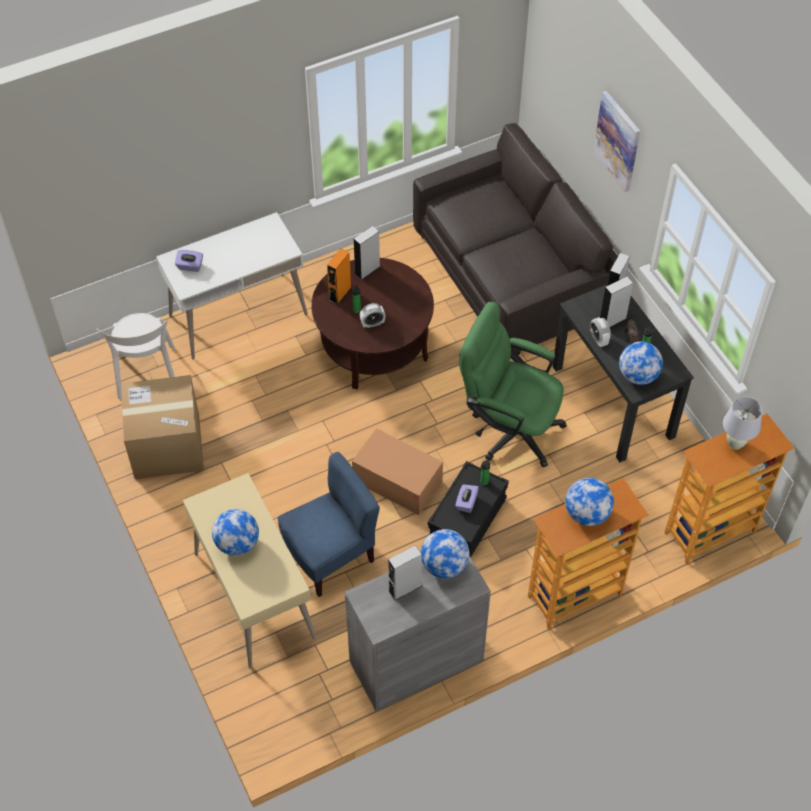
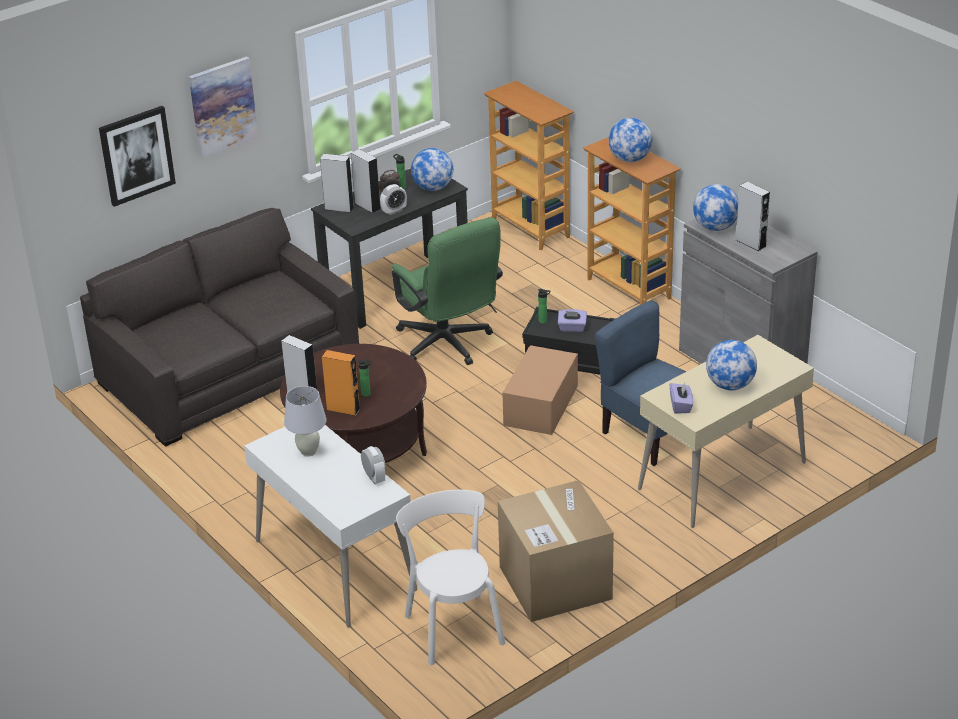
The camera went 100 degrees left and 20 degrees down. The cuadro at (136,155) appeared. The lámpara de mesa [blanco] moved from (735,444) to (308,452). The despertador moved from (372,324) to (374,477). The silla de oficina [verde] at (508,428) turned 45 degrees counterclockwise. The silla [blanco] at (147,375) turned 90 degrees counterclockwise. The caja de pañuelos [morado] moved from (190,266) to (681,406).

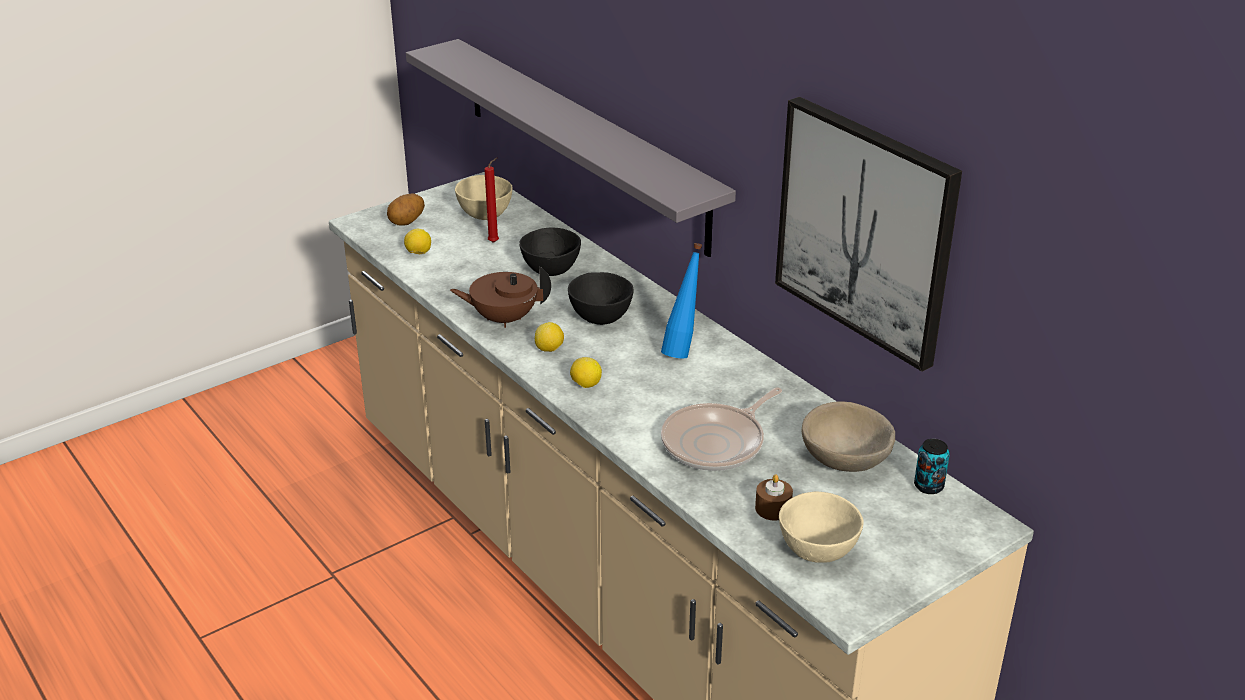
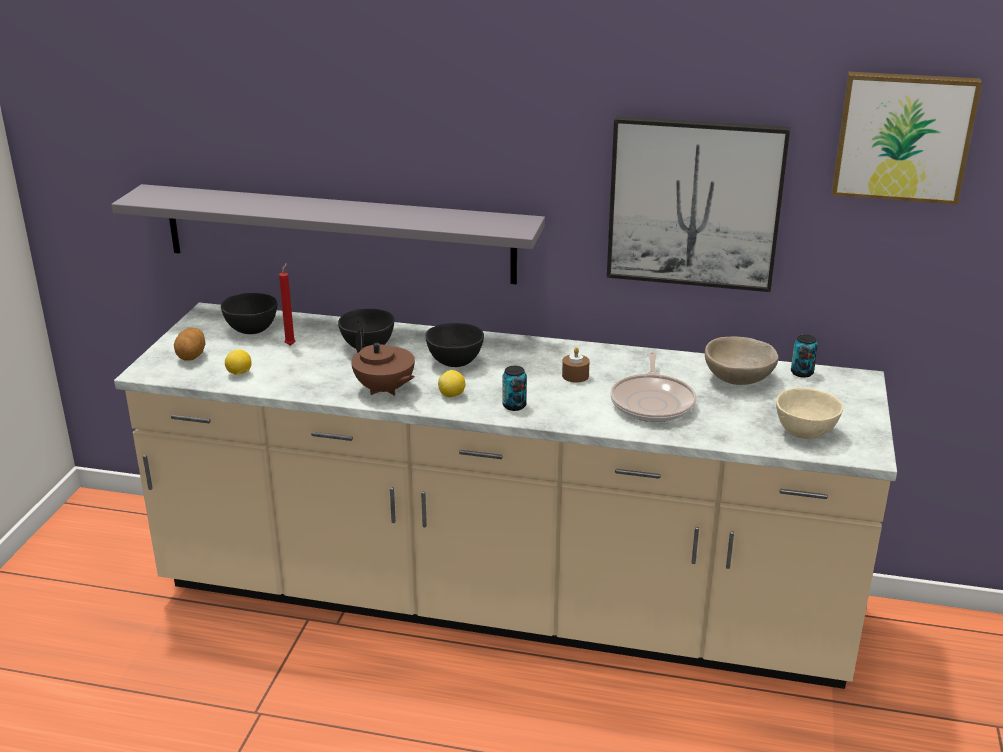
The camera went 40 degrees left and 5 degrees down. The cuenco [beis] at (484,215) became the cuenco [negro] at (251,330). The tetera [marrón] at (503,319) turned 90 degrees counterclockwise. The limón at (585,385) was replaced by the lata at (514,406). The vela [marrón] moved from (773,508) to (575,376). The cuadro at (903,136) appeared. The botella [azul] at (682,350) disappeared.

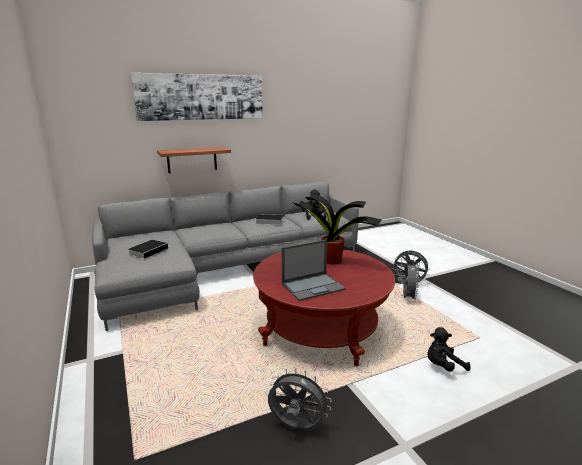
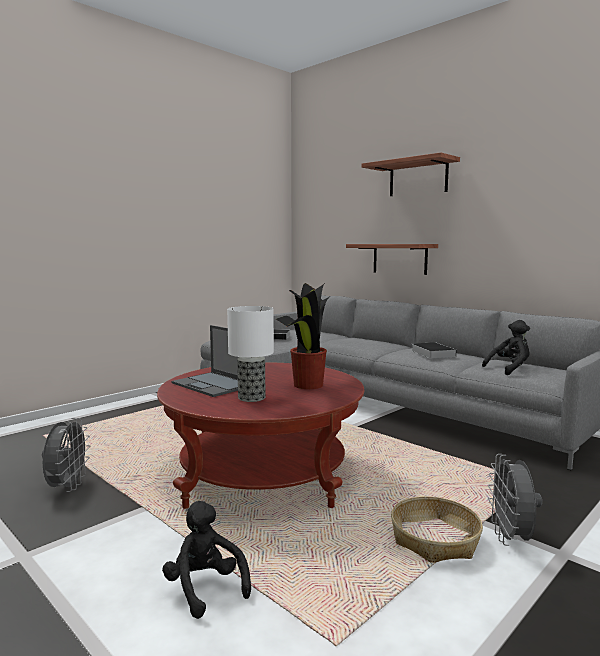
The camera went 70 degrees right and 10 degrees down. The lámpara de mesa at (251,397) appeared. The cuadro at (201,97) was replaced by the estante at (418,178). The ventilador [gris] at (407,298) was replaced by the cesta at (434,540).

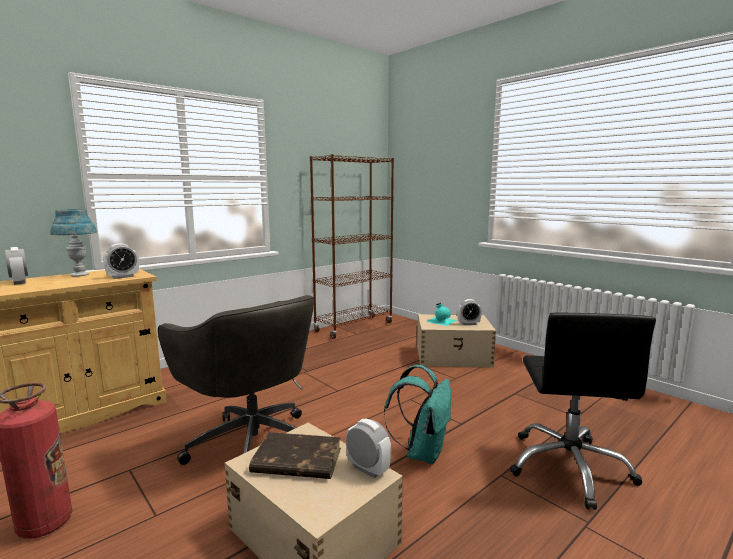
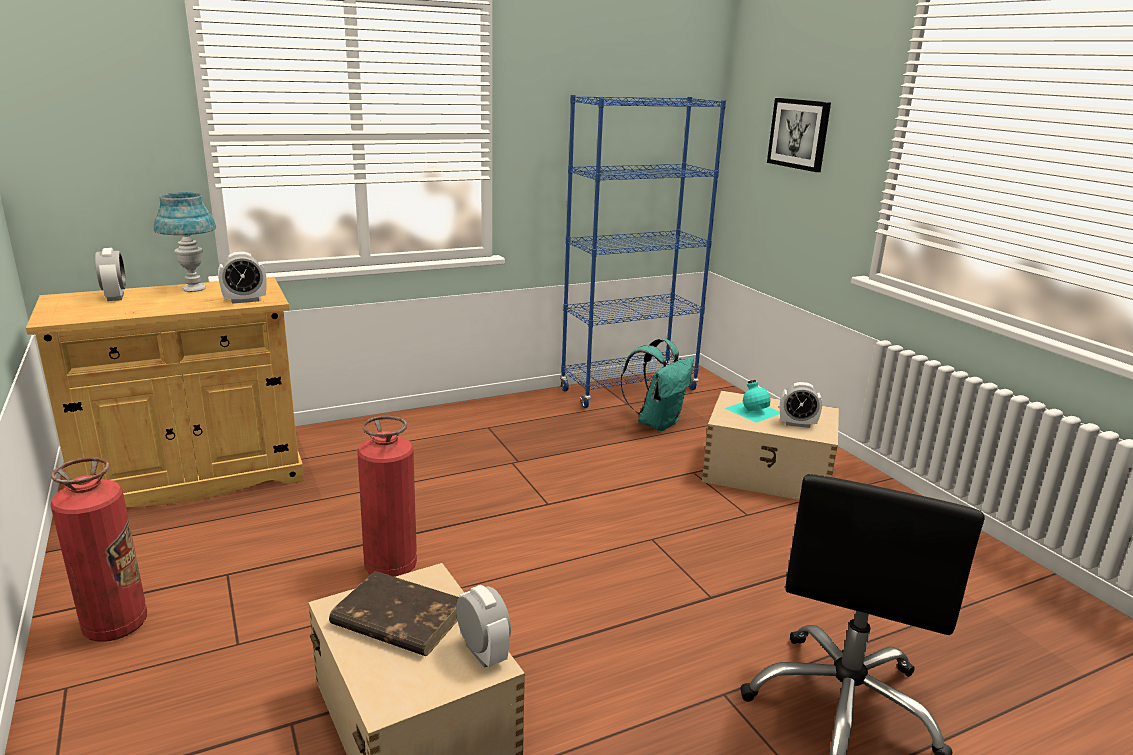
The camera went 15 degrees right and 10 degrees up. The silla de oficina [gris] at (252,443) was replaced by the extintor at (391,567). The estantería [marrón] at (354,327) became the estantería [azul] at (628,390). The mochila [turquesa] moved from (422,452) to (657,422). The cuadro at (799,134) appeared.

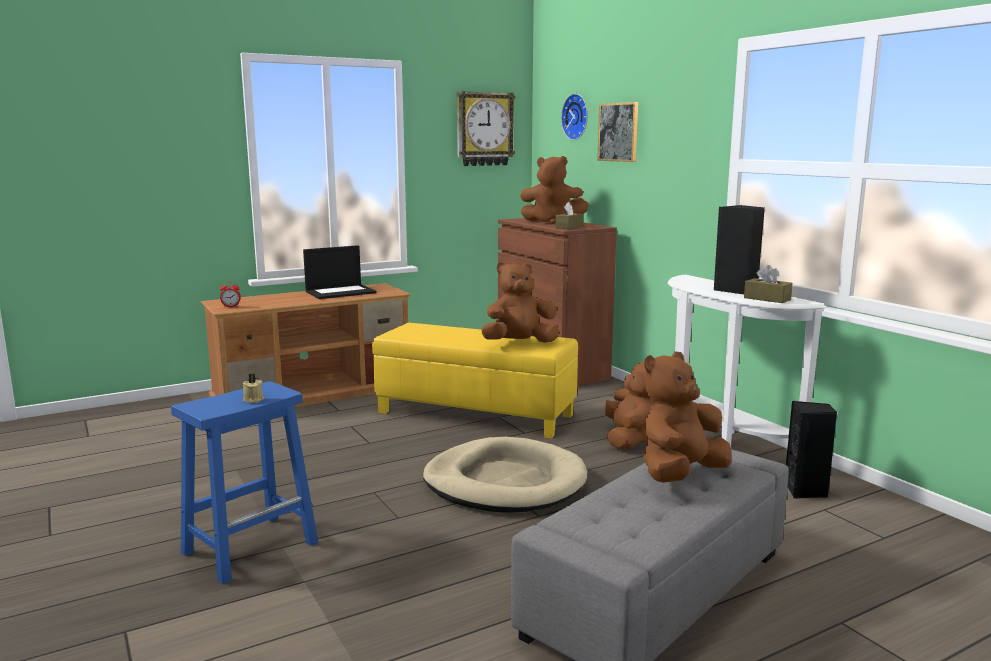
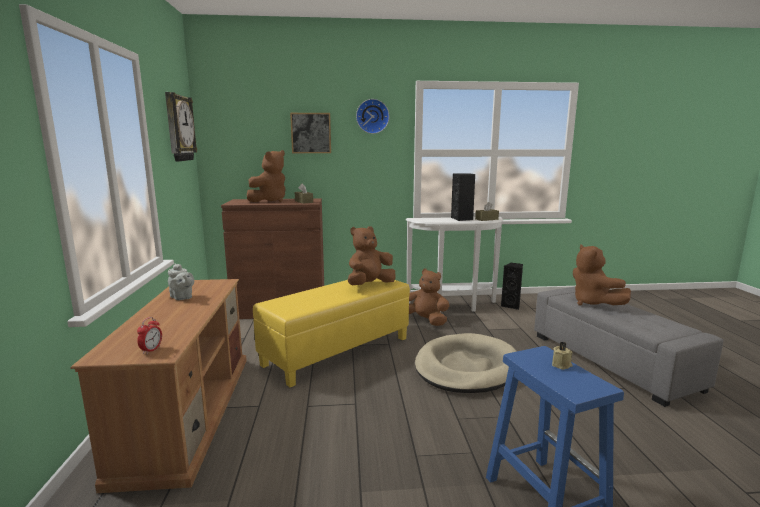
The camera went 65 degrees left and 0 degrees up. The portátil at (341,292) was replaced by the tetera [gris] at (182,297). The peluche [marrón] at (519,343) turned 45 degrees clockwise. The reloj de pared moved from (577,117) to (372,116).

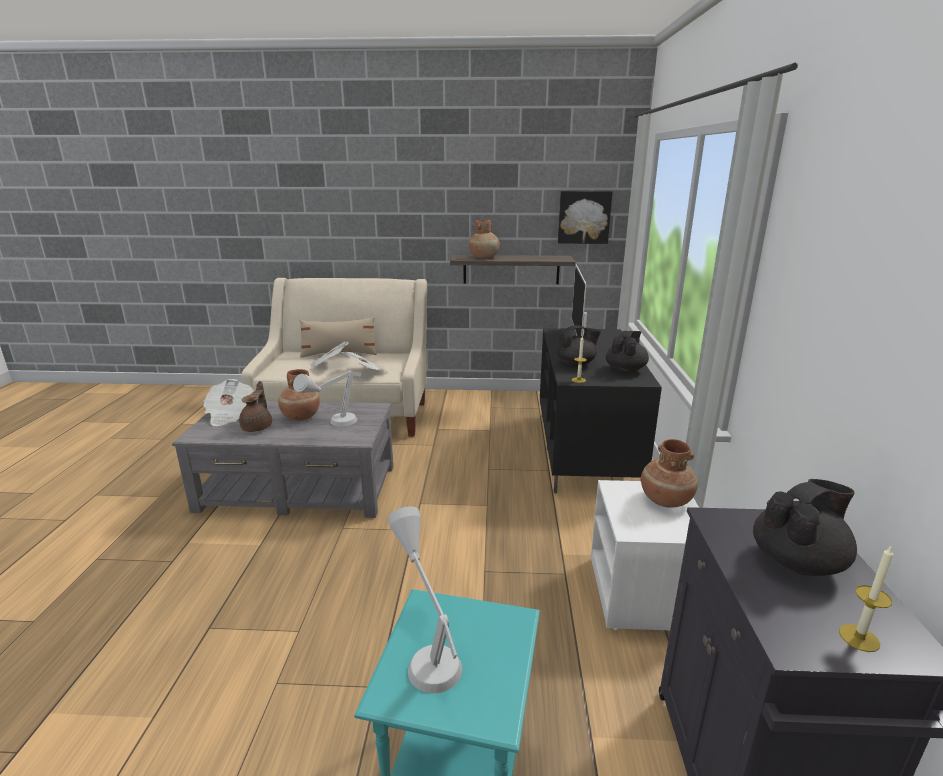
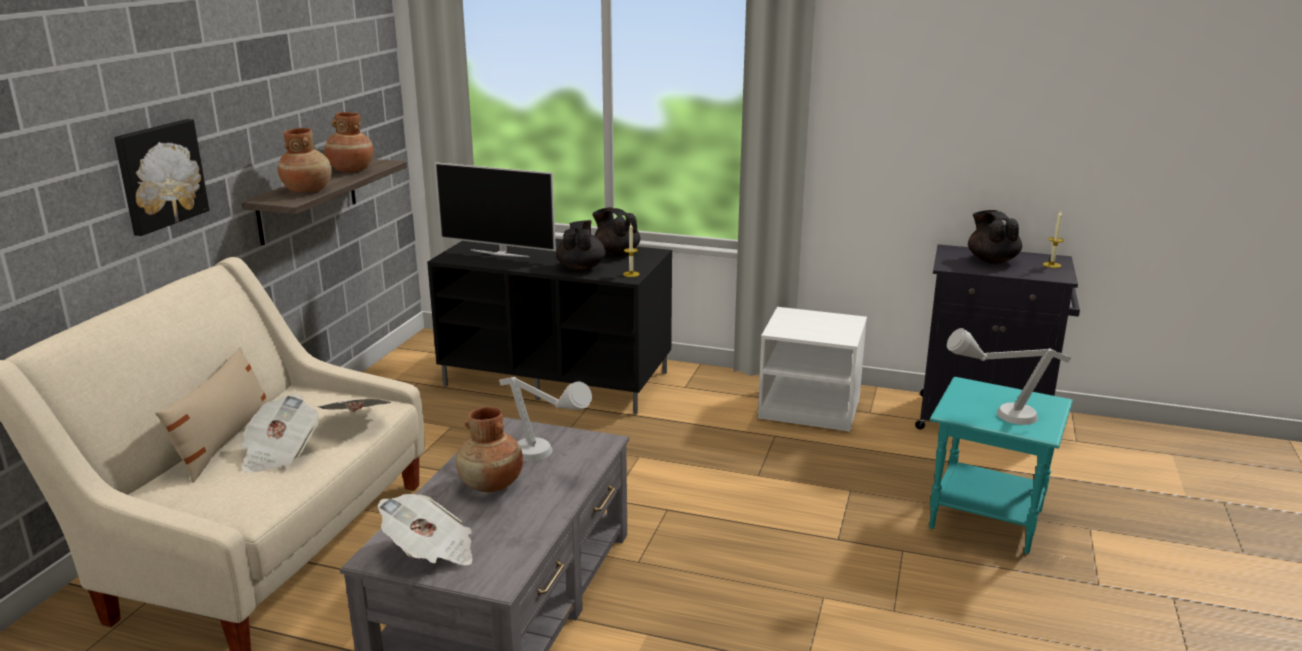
The camera went 75 degrees left and 0 degrees up. The cuadro moved from (584,217) to (160,175). The florero [marrón] moved from (665,500) to (350,170). The tetera [marrón] at (258,427) disappeared.

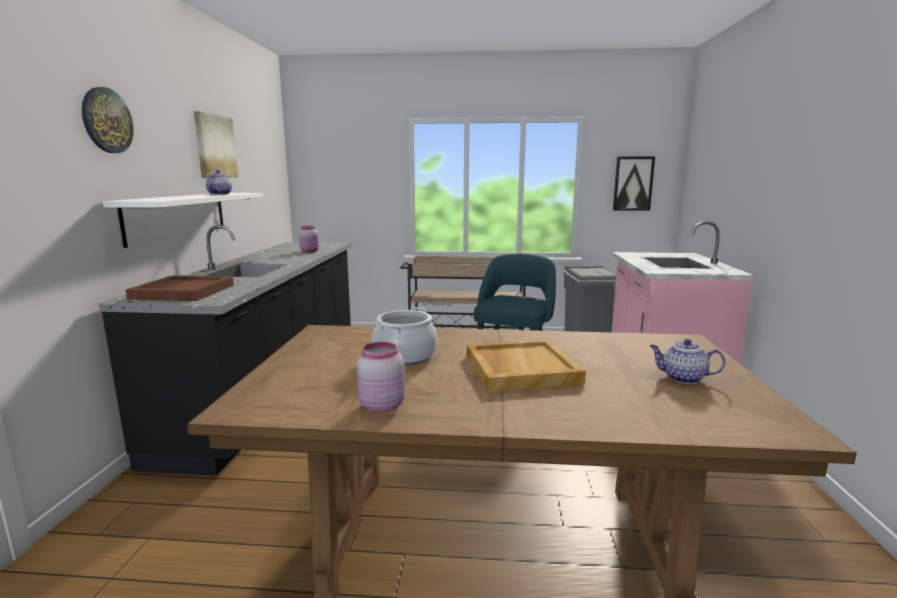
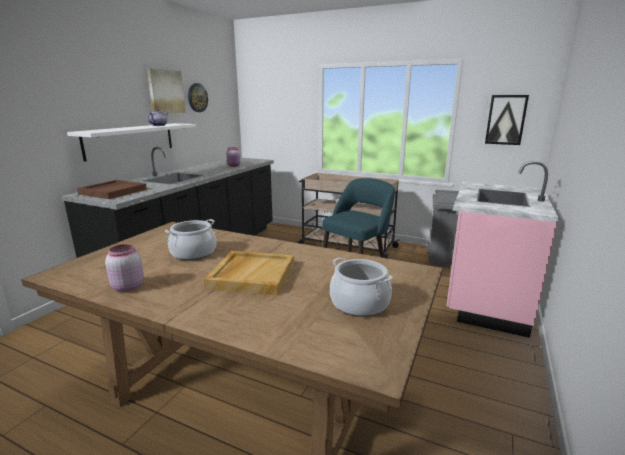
The camera went 20 degrees right and 5 degrees up. The reloj de pared moved from (106,120) to (197,97). The tetera at (682,378) was replaced by the olla at (359,304).

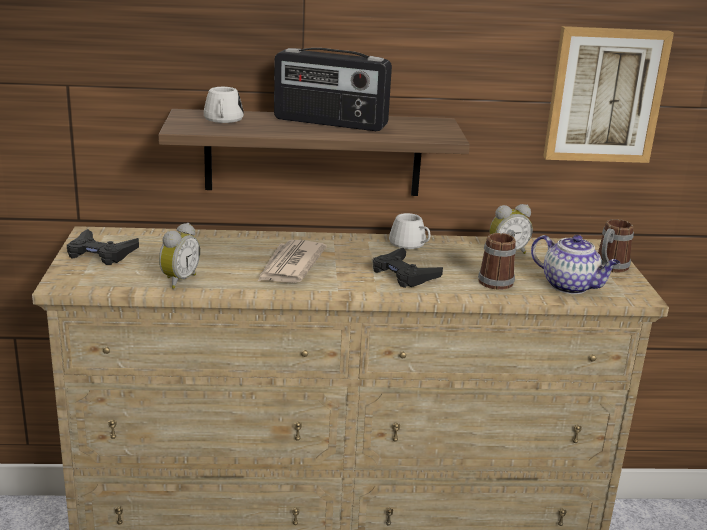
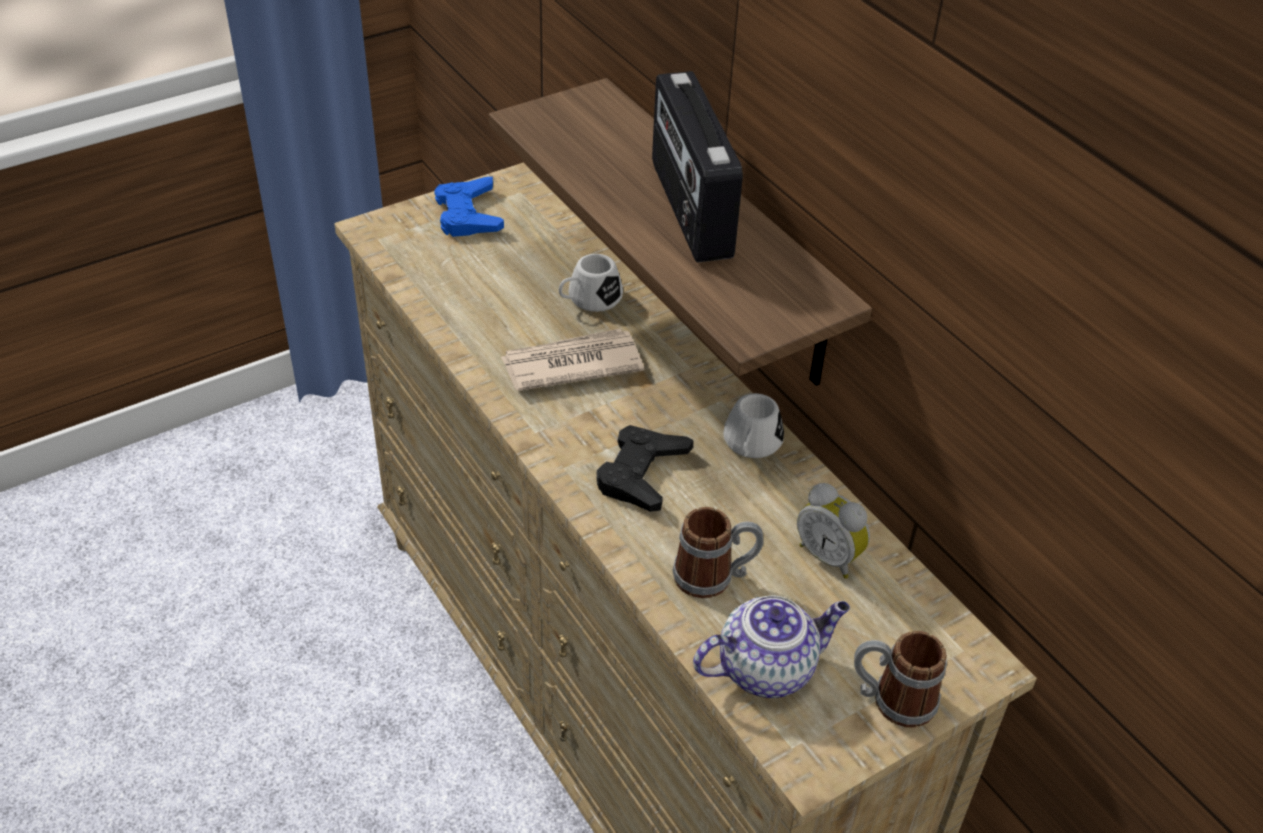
The camera went 60 degrees right and 20 degrees up. The mando de consola [negro] at (101,253) became the mando de consola [azul] at (468,214). The taza grande [blanco] moved from (223,120) to (589,299). The tetera at (571,286) turned 120 degrees counterclockwise. The despertador at (178,280) disappeared. The cuadro at (605,95) disappeared.

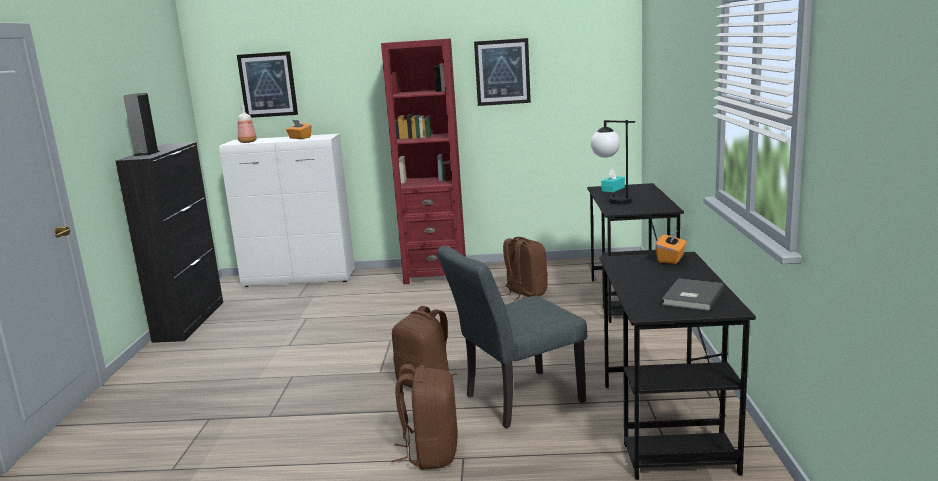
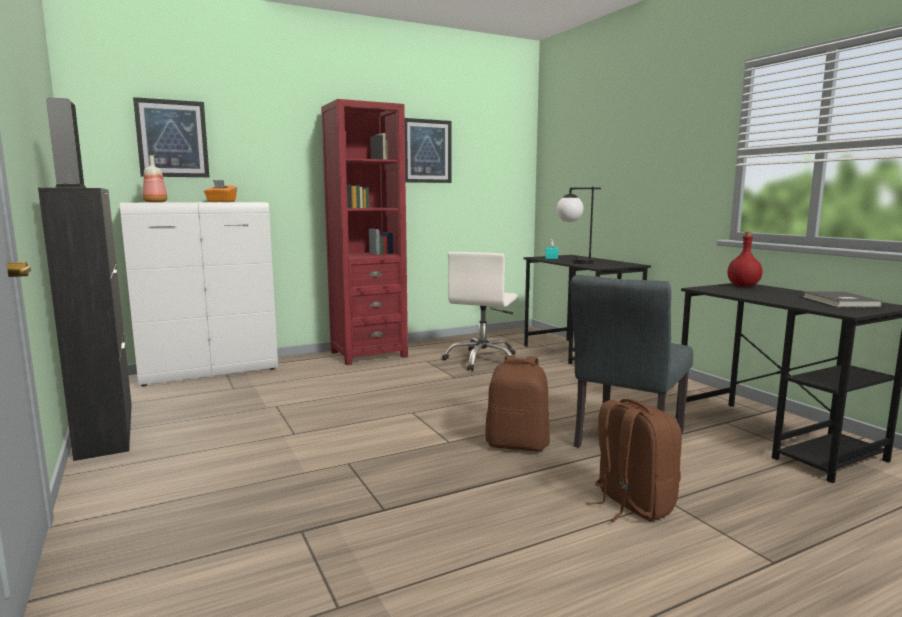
The camera went 30 degrees left and 5 degrees down. The mochila [marrón] at (524,293) was replaced by the silla de oficina [blanco] at (482,360). The caja de pañuelos [naranja] at (671,259) was replaced by the botella [rojo] at (742,286).

